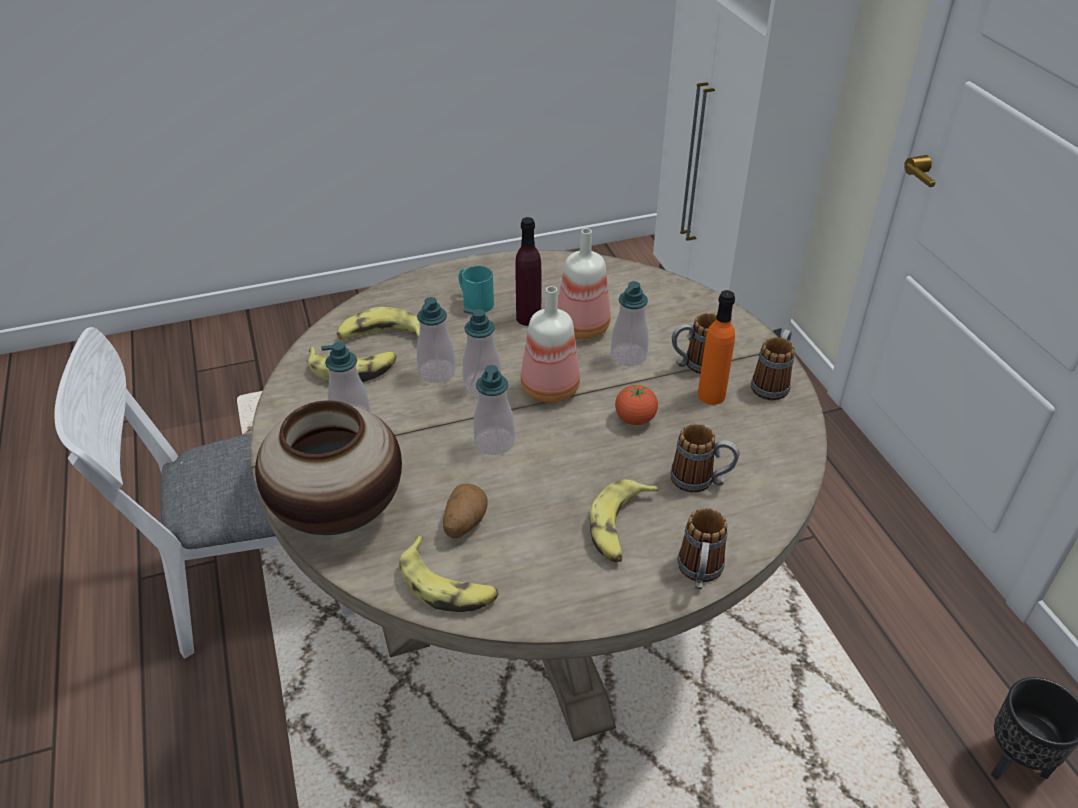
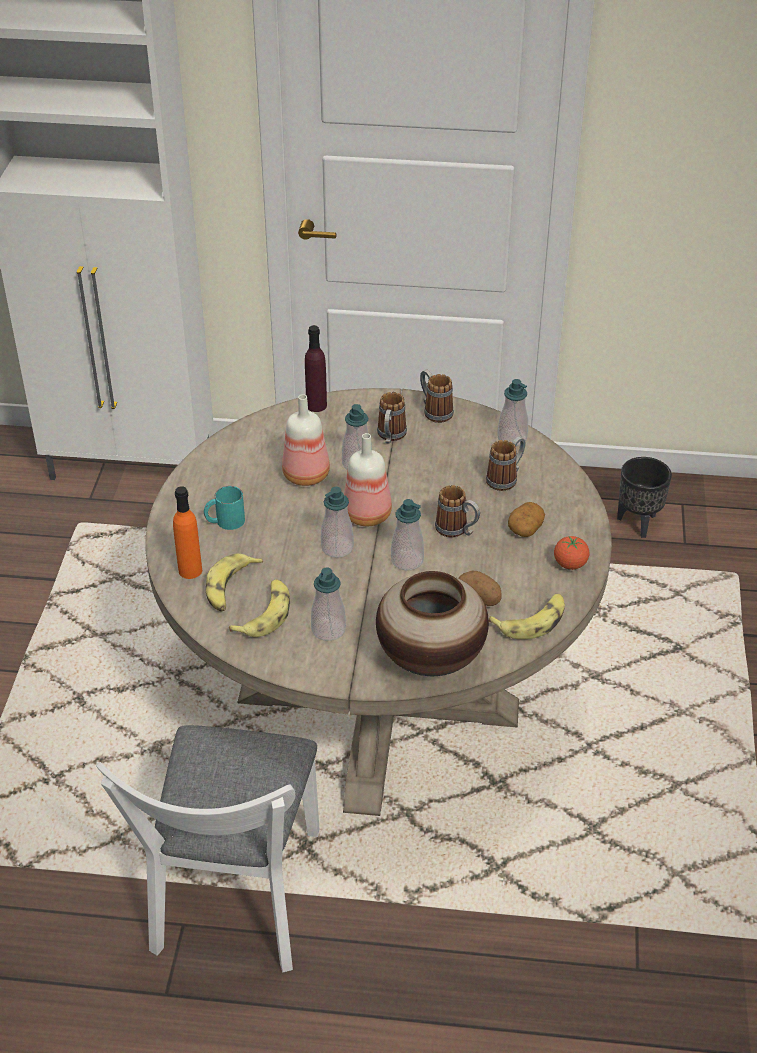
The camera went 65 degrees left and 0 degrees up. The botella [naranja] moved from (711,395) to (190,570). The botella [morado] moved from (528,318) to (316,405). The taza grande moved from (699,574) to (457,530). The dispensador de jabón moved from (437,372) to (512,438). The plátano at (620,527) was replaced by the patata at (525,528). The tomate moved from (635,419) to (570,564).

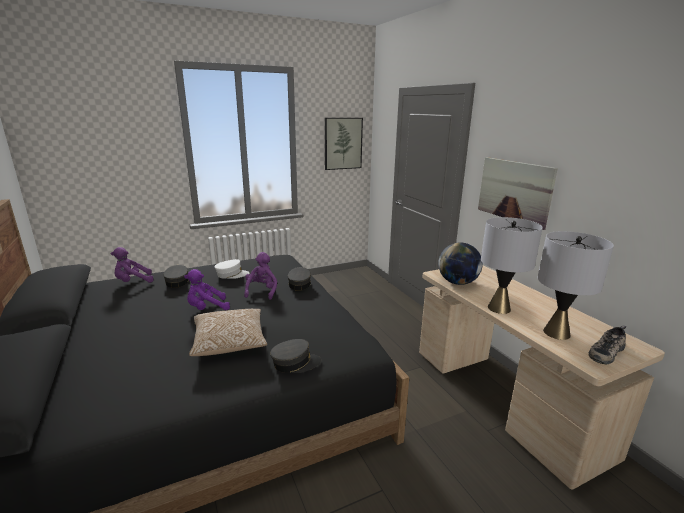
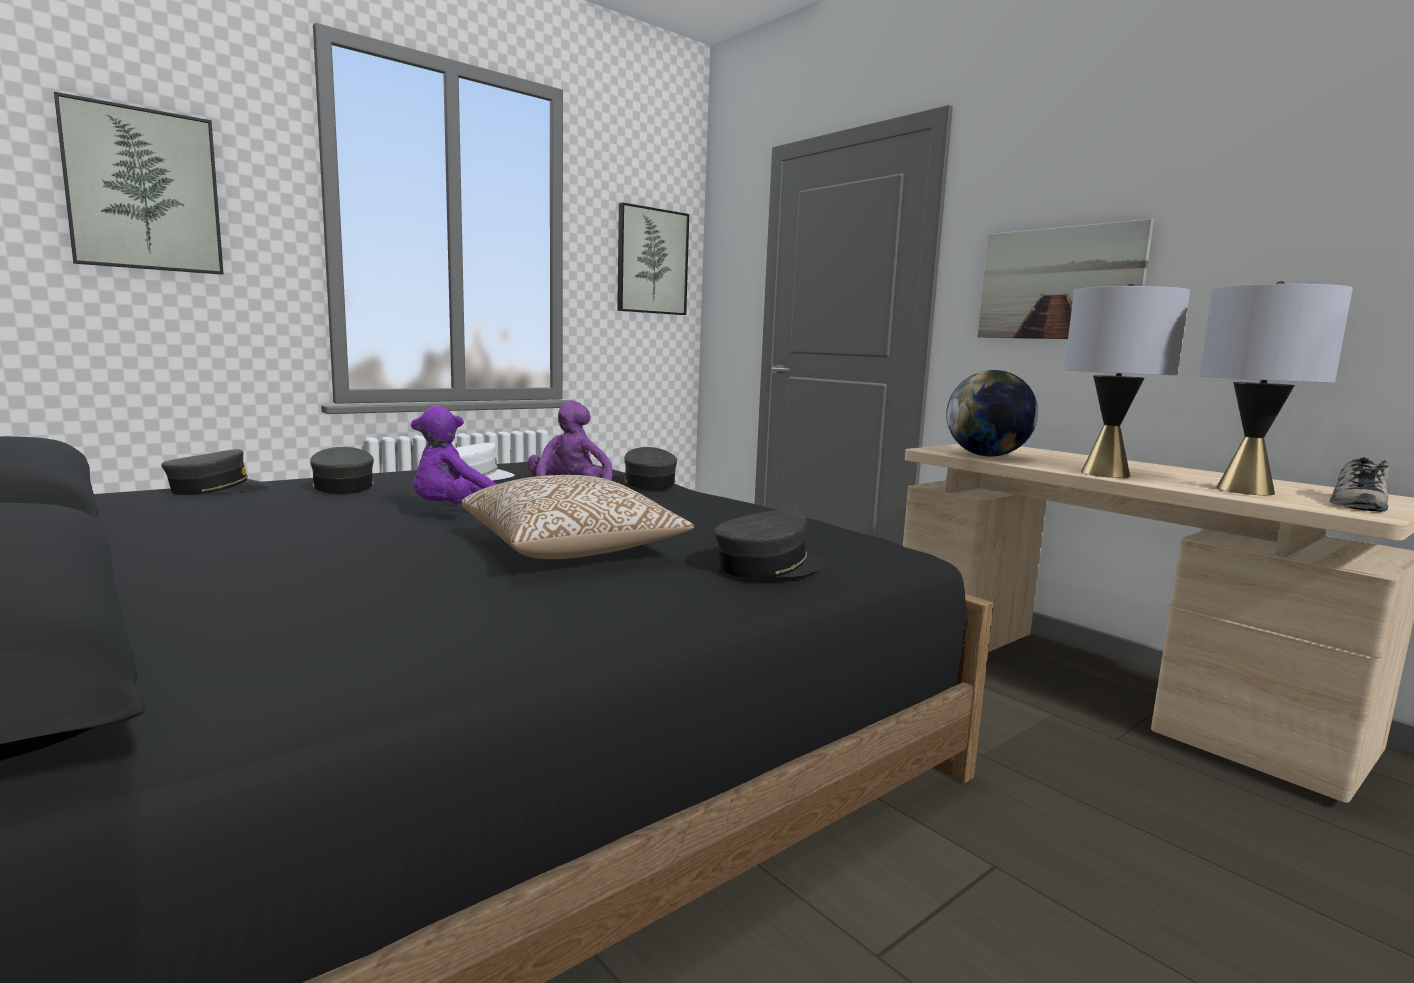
The camera went 15 degrees left and 10 degrees down. The cuadro at (143,190) appeared. The peluche [morado] at (133,282) was replaced by the gorra [gris] at (217,490).

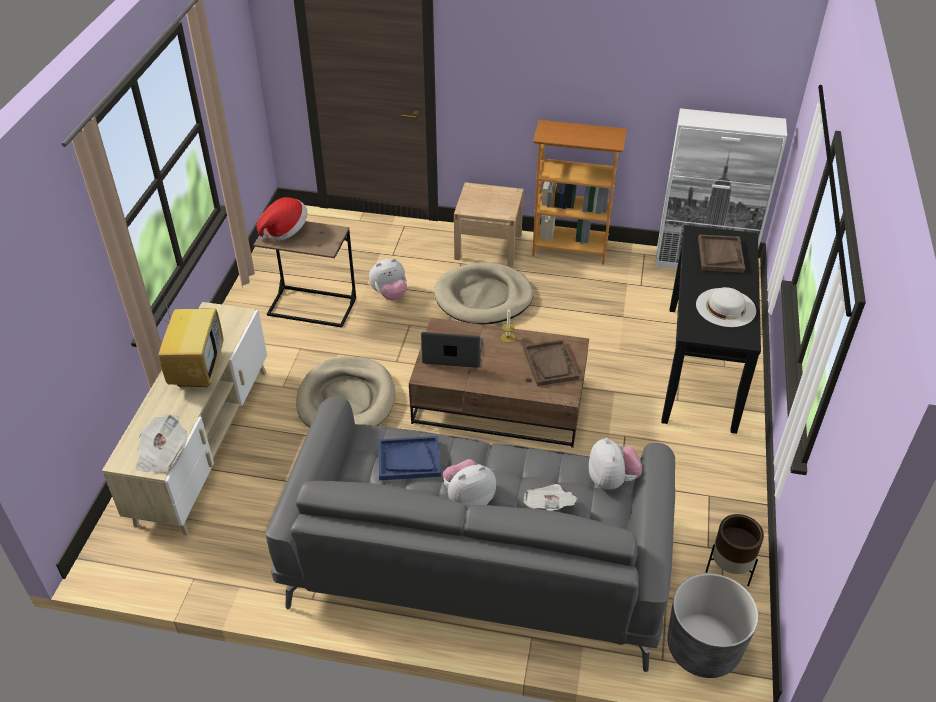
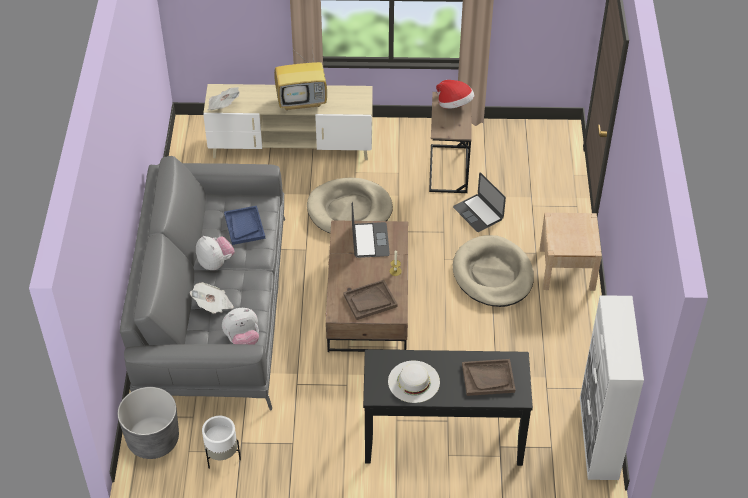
The camera went 80 degrees right and 5 degrees up. The maceta [marrón] at (729,569) became the maceta [blanco] at (222,456). The peluche at (390,294) was replaced by the portátil at (478,213). The estantería at (570,249) disappeared.

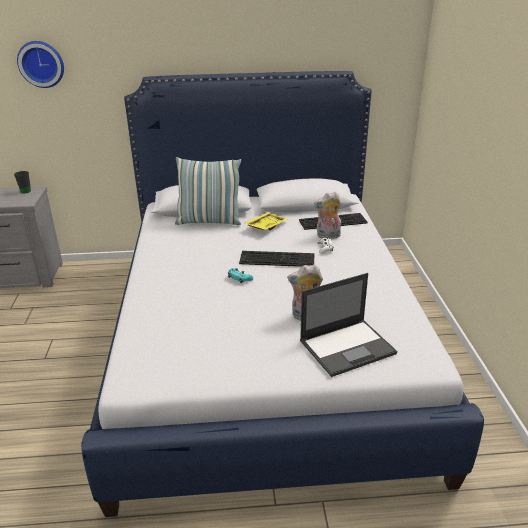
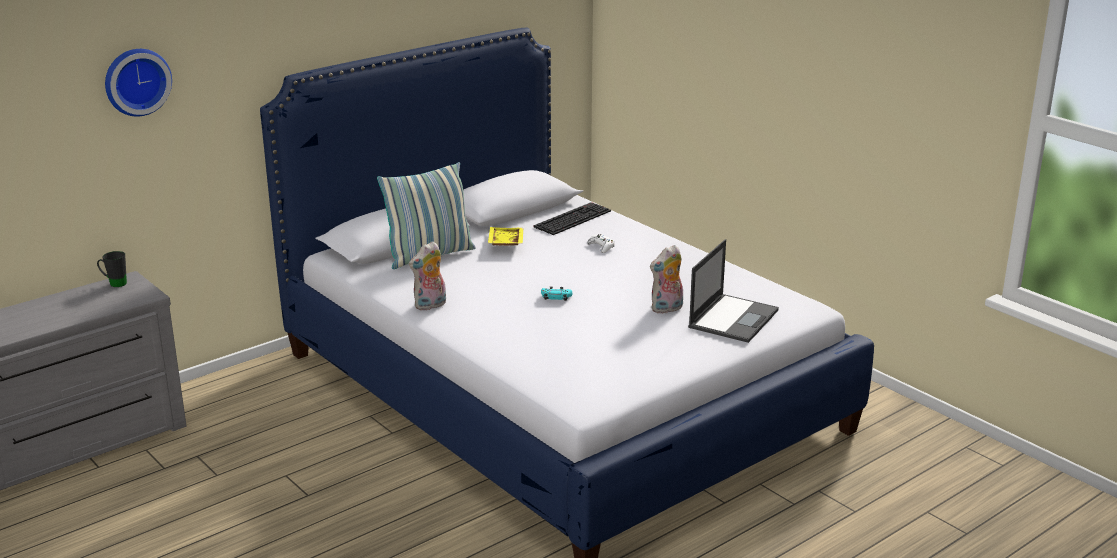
The camera went 35 degrees left and 5 degrees down. The peluche moved from (328,236) to (430,305). The teclado at (278,259) disappeared.

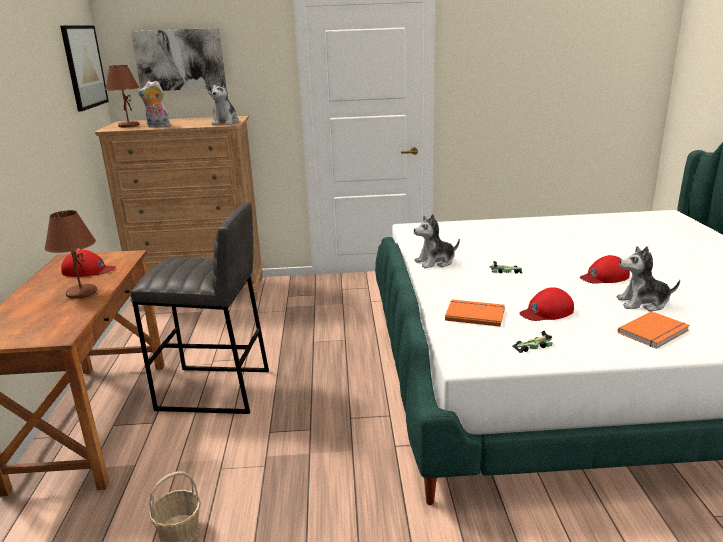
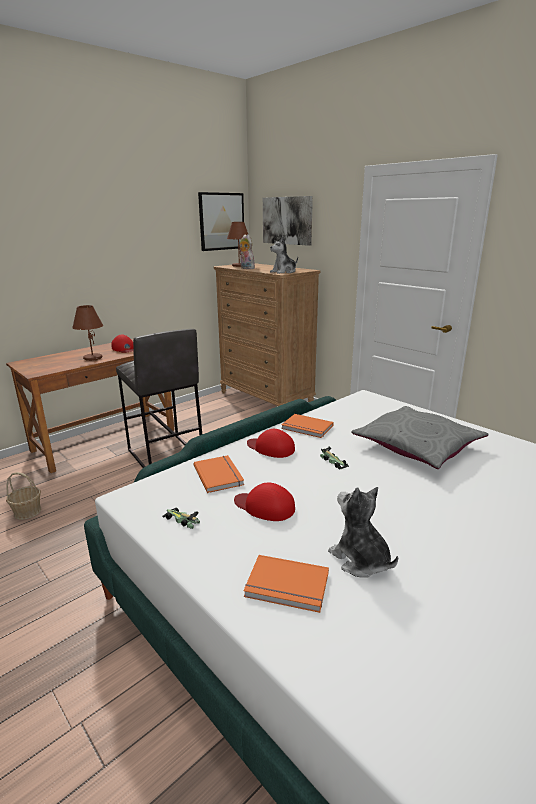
The camera went 50 degrees right and 0 degrees up. The gorra [rojo] moved from (604,277) to (271,448). The peluche at (435,262) was replaced by the libro [naranja] at (306,428). The cojín [gris] at (417,446) appeared.

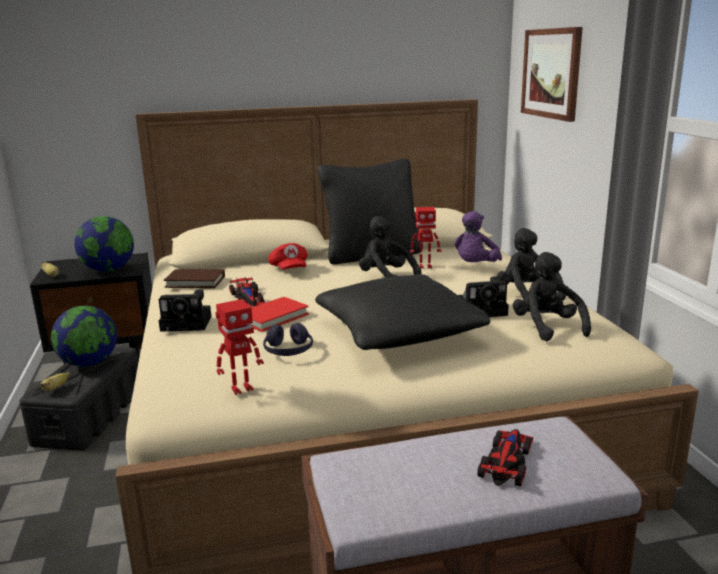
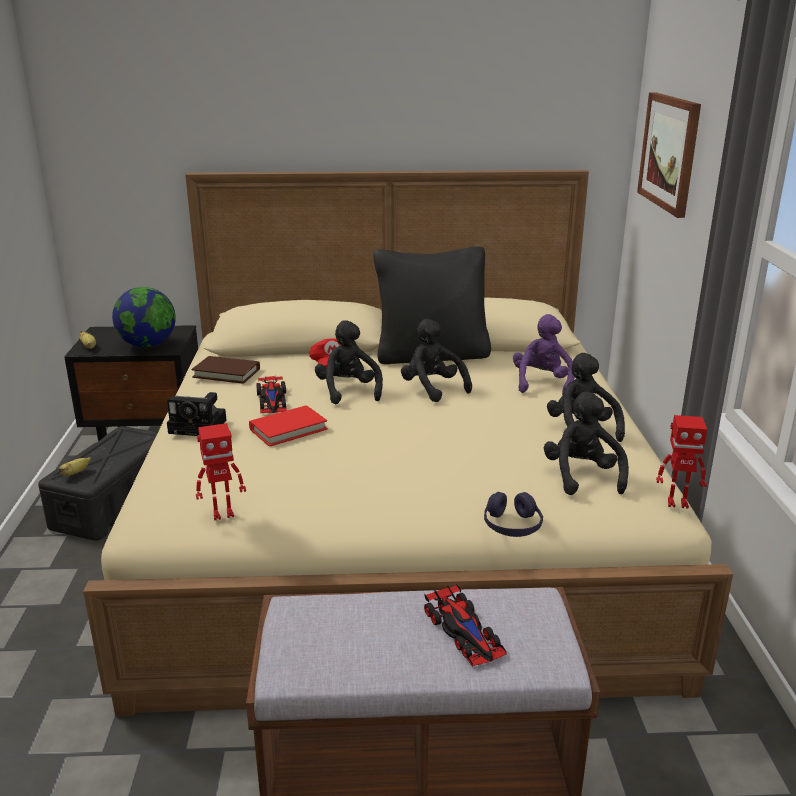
The camera went 10 degrees right and 5 degrees up. The peluche [negro] at (348,391) appeared. The coche de juguete at (507,460) turned 120 degrees clockwise. The auriculares [morado] moved from (288,351) to (512,526). The peluche [morado] at (475,266) turned 150 degrees clockwise. The robot de juguete moved from (425,266) to (677,503). The globo terráqueo at (89,363) disappeared. The cojín [negro] at (398,333) disappeared. The cámara at (483,310) disappeared.

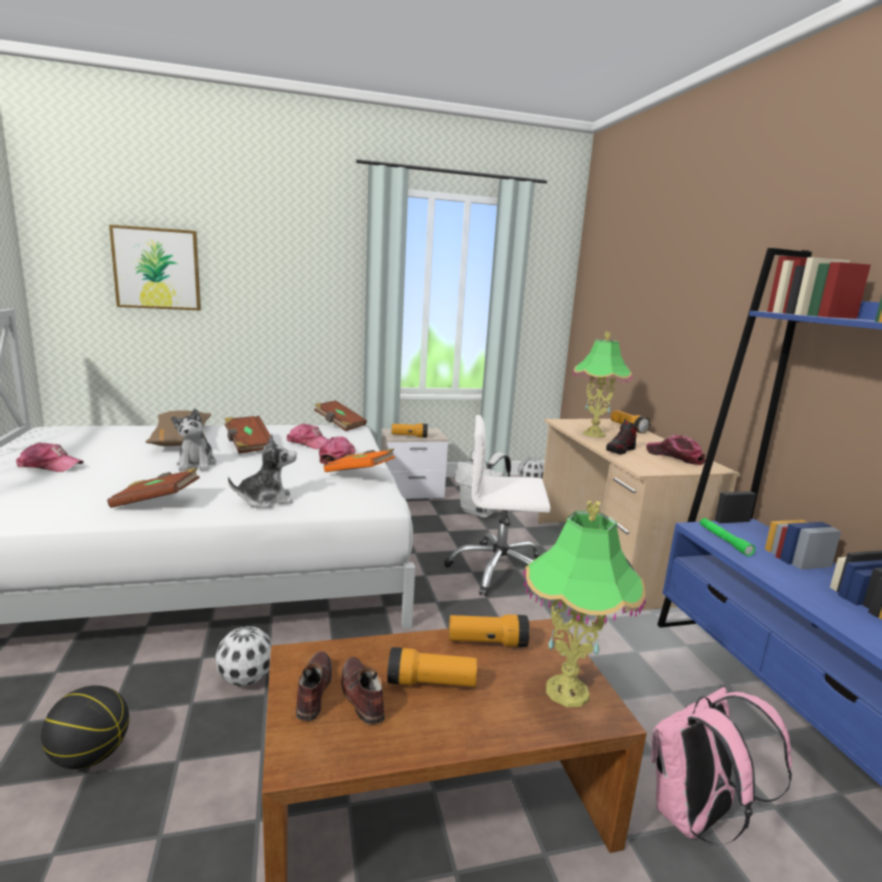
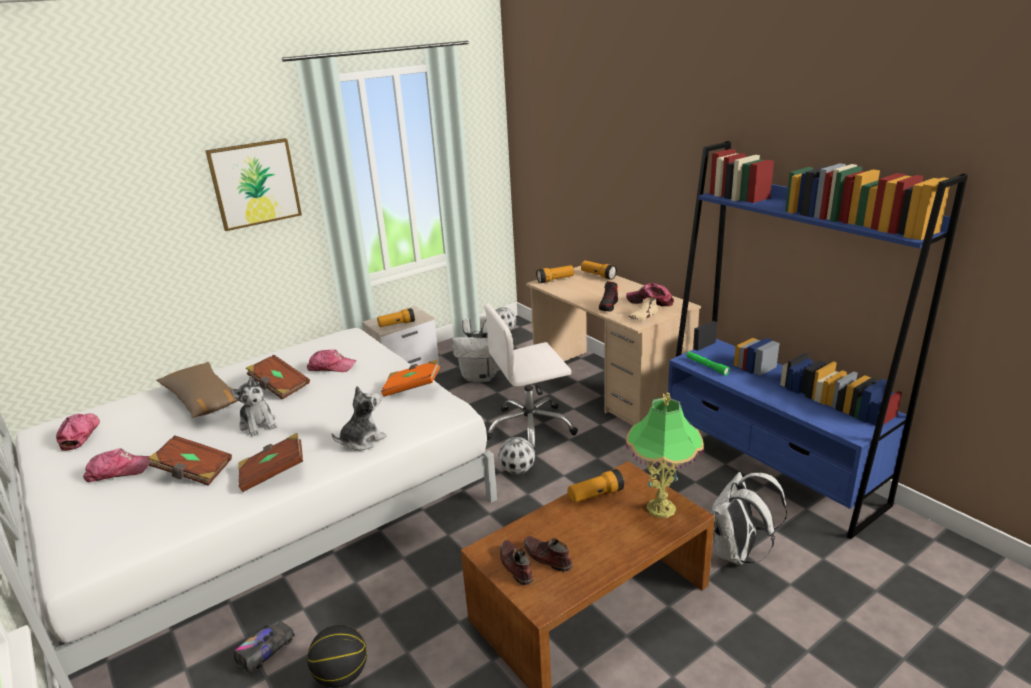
The camera went 20 degrees left and 10 degrees up. The gorra moved from (337,456) to (80,434). The libro [marrón] moved from (339,425) to (194,472). The cuadro moved from (157,269) to (255,184). The camión de juguete at (266,652) appeared. The balón de fútbol moved from (246,678) to (517,470). The linterna moved from (431,683) to (555,280). The zapato [beis] at (643,316) appeared. The mochila [rosa] at (694,818) became the mochila [blanco] at (737,553). The lámpara de mesa at (594,434) disappeared.

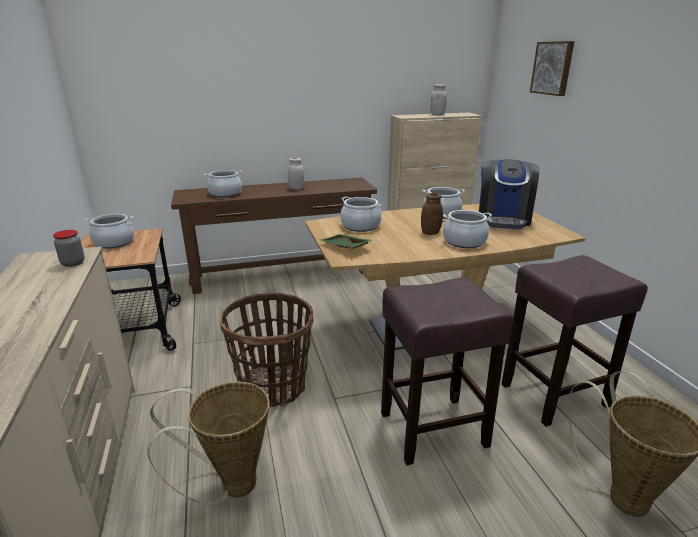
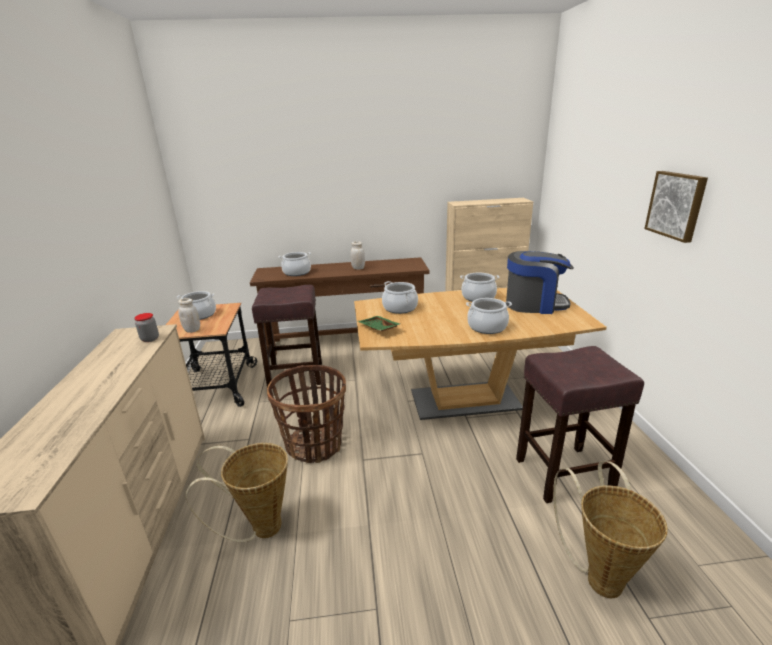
The camera went 10 degrees right and 0 degrees up. The tarro [blanco] moved from (437,114) to (192,330). The taburete [marrón] moved from (431,430) to (294,375). The cafetera at (503,219) turned 105 degrees counterclockwise. The cuadro moved from (553,68) to (676,205). The tarro [marrón] at (430,232) disappeared.

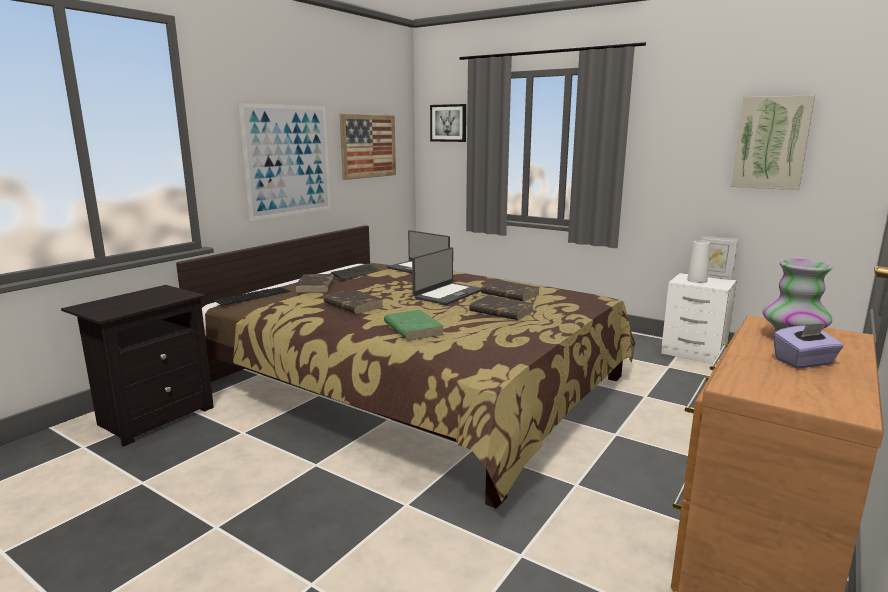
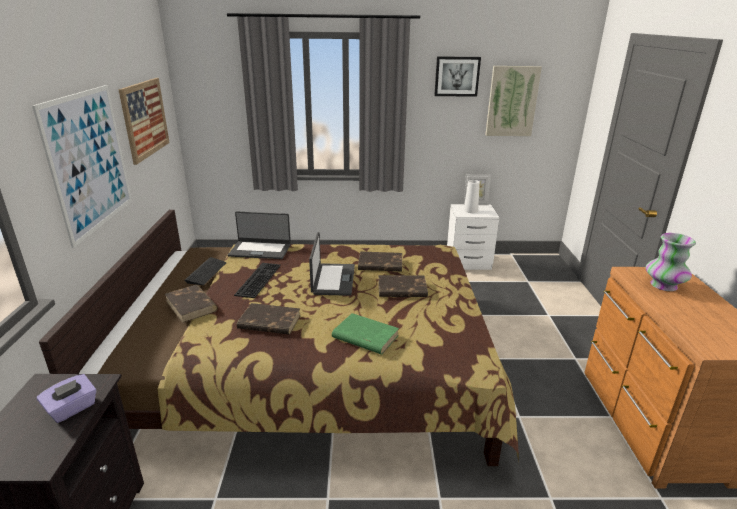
The camera went 35 degrees left and 10 degrees up. The caja de pañuelos [morado] moved from (804,362) to (72,409). The teclado moved from (253,295) to (257,279). The cuadro moved from (448,123) to (457,76).

